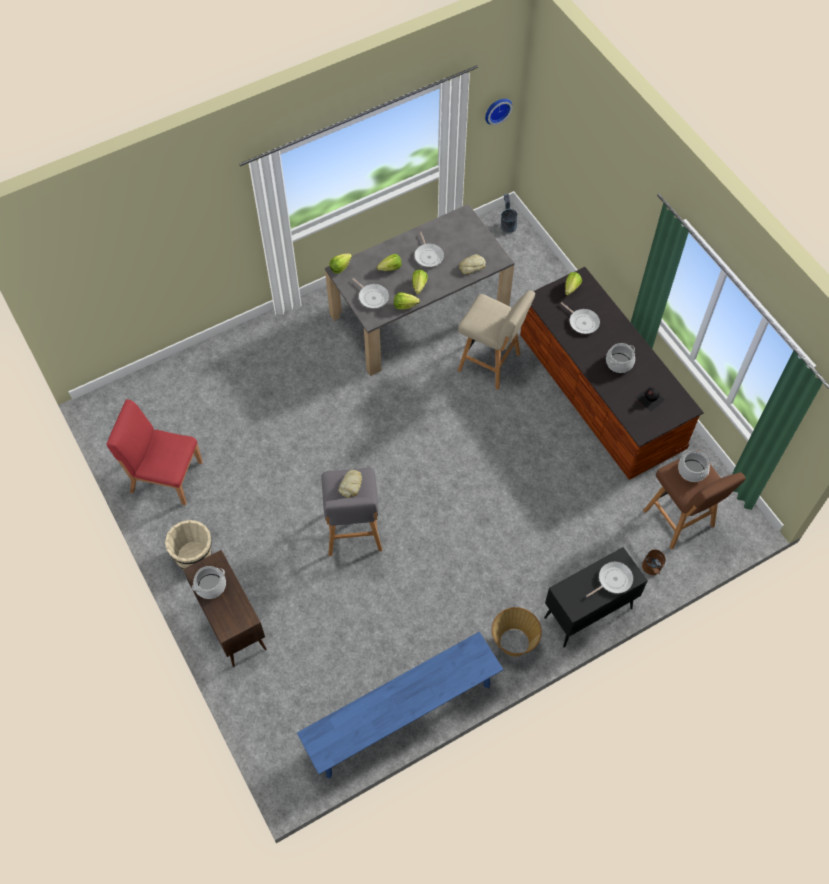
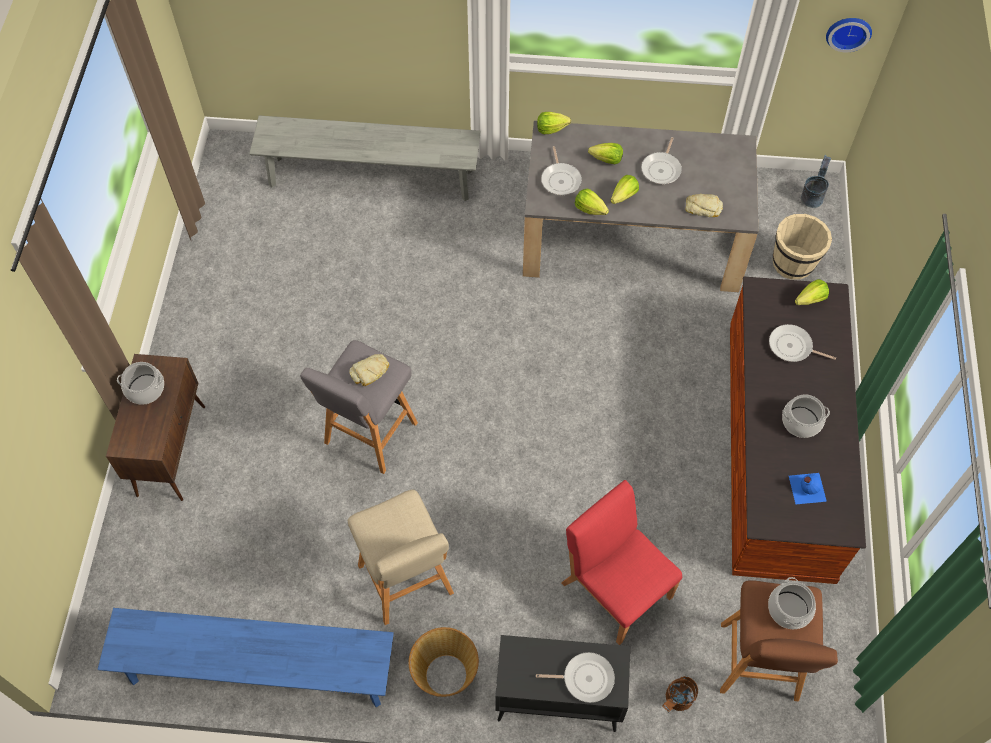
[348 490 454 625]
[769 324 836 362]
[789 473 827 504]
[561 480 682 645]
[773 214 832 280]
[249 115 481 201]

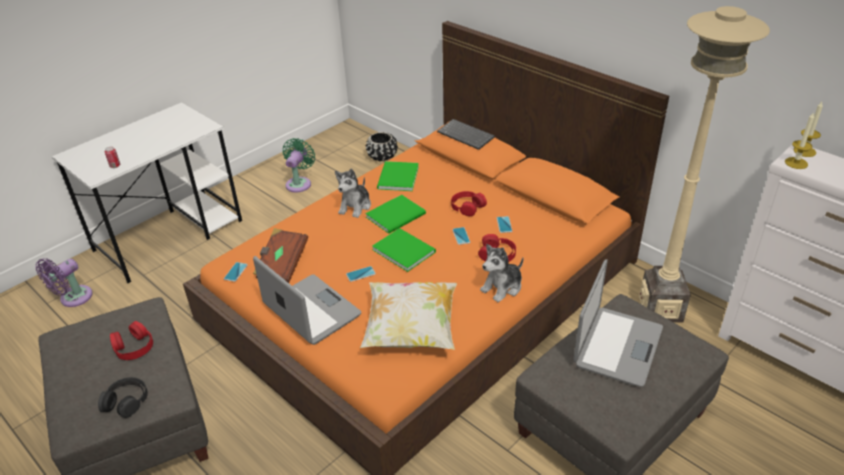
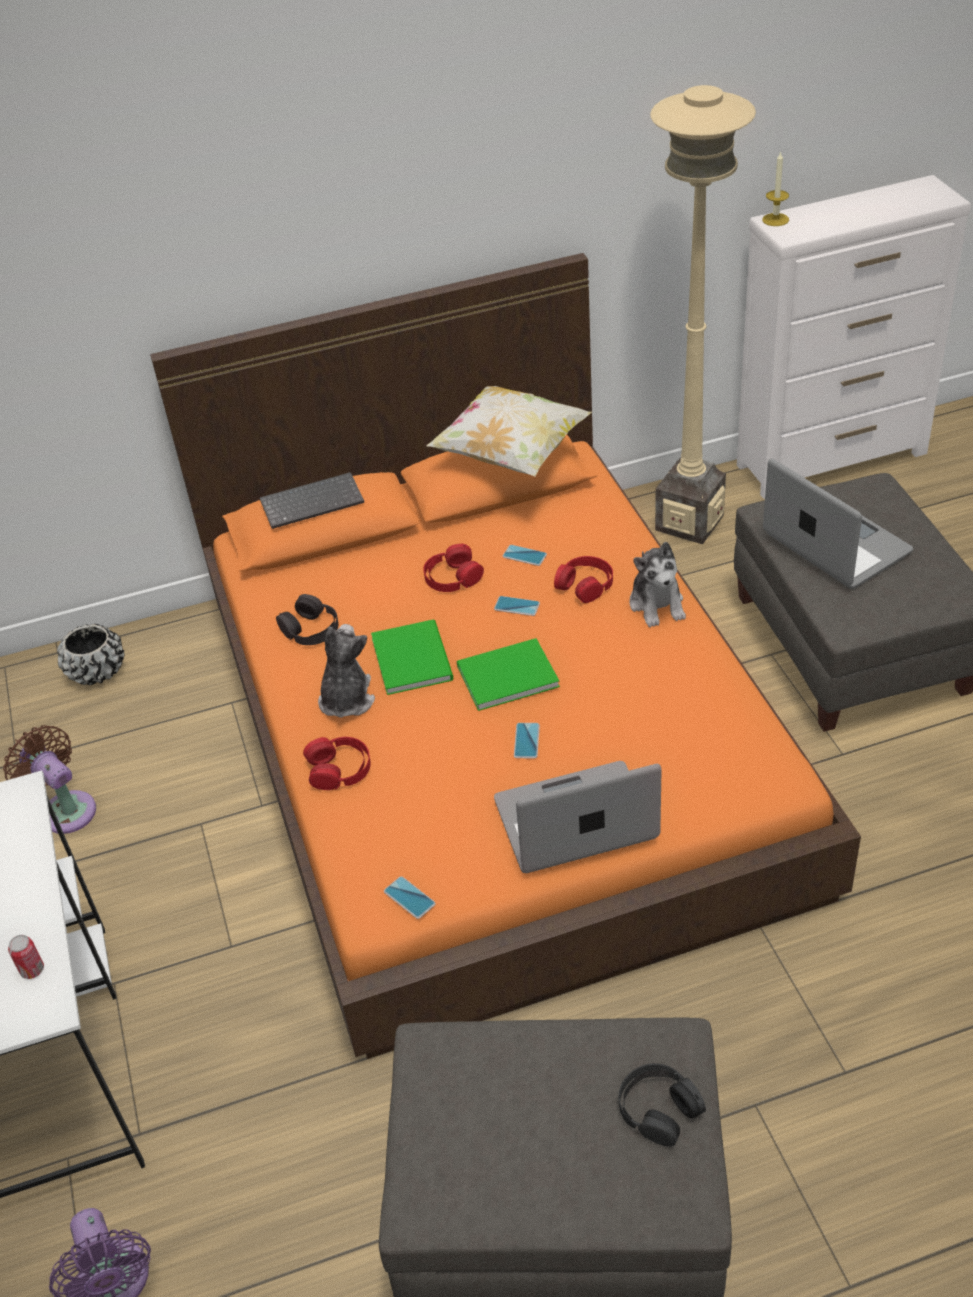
[785 112 814 169] (first image)
[3 725 96 834]
[276 594 338 645]
[318 624 375 718]
[253 228 308 283] (first image)
[426 386 592 476]
[303 737 371 790]

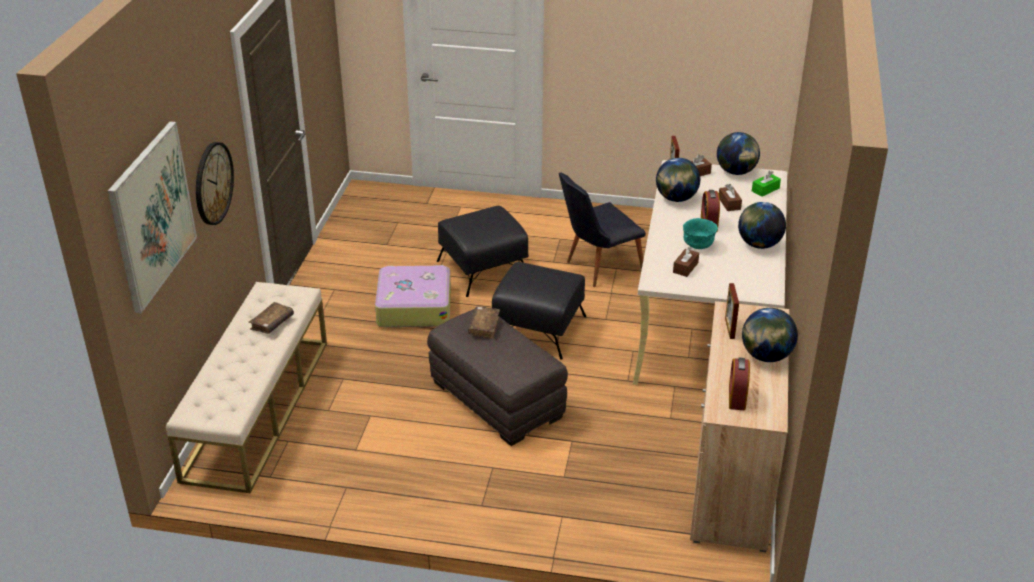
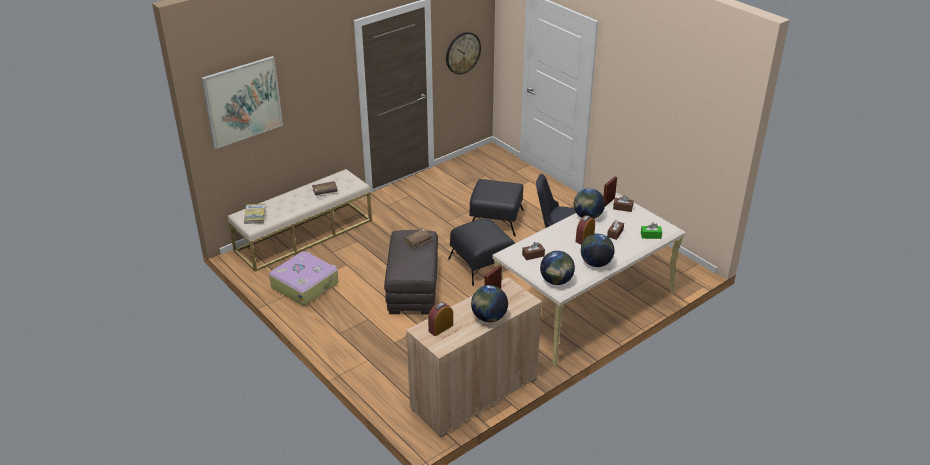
[540 251 575 285]
[446 32 481 74]
[683 218 718 249] (first image)
[269 251 339 305]
[244 203 266 224]

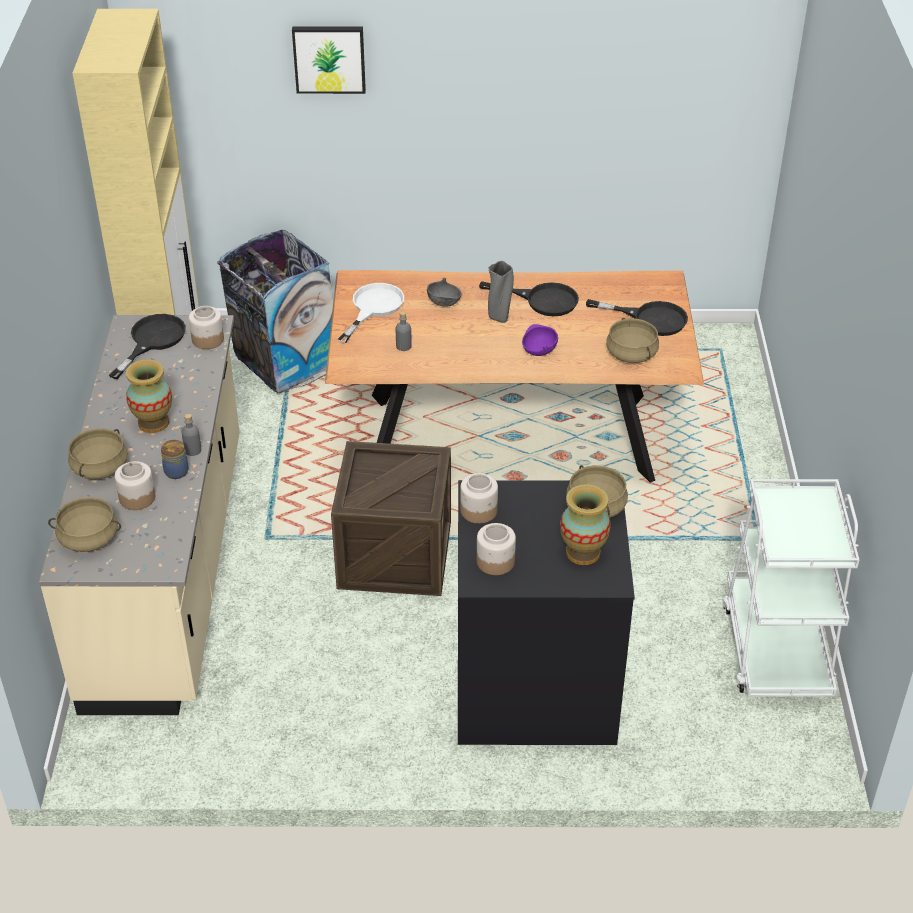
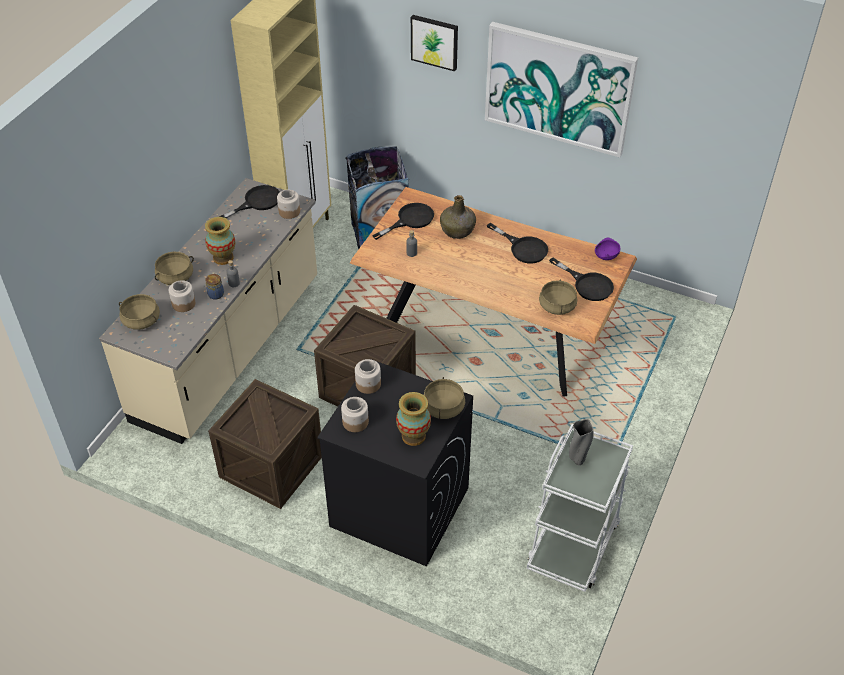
[569 419 594 465]
[440 195 476 239]
[372 203 434 240]
[595 238 620 260]
[485 22 638 157]
[208 379 322 509]

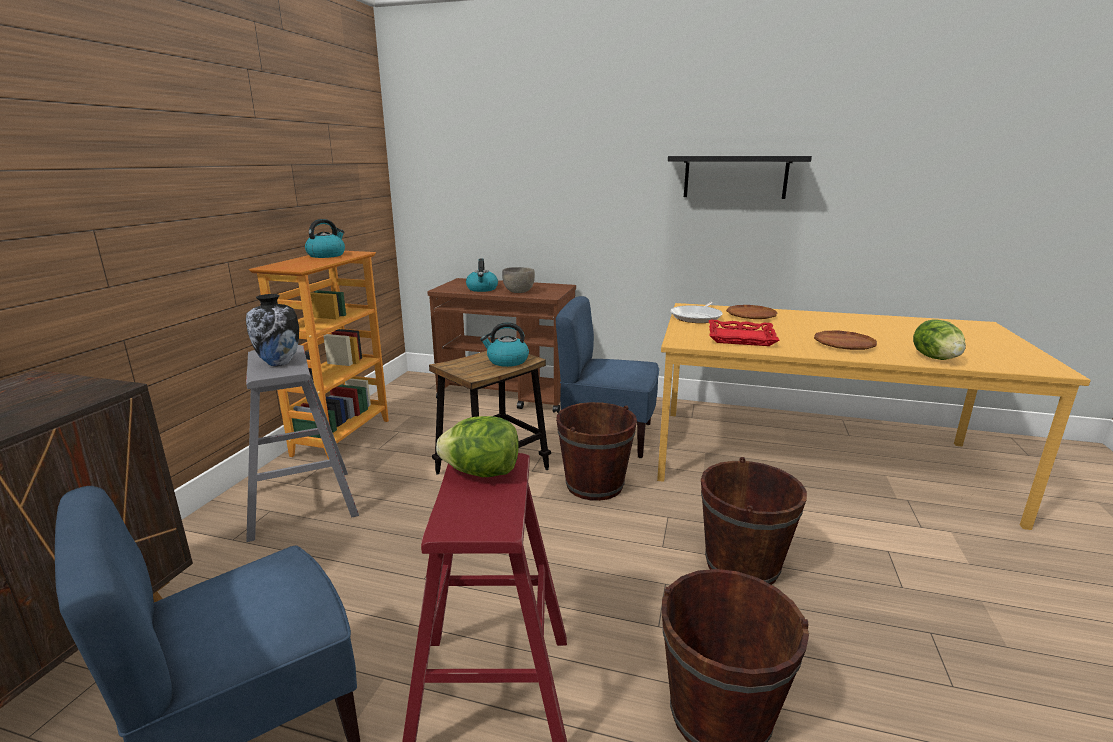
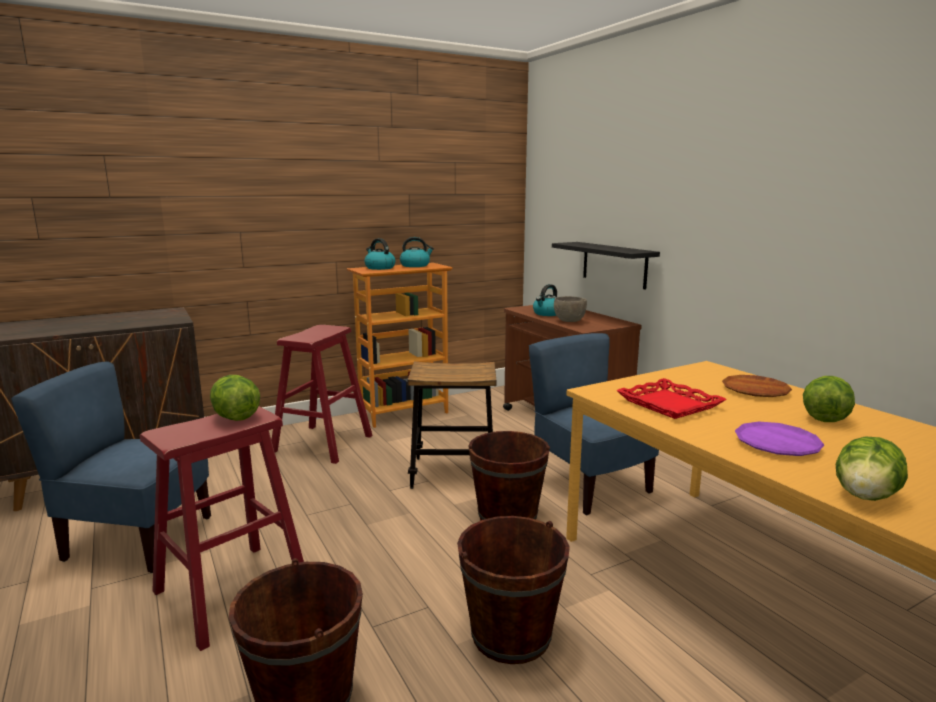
[552 242 660 290]
[246 294 299 366] (first image)
[670 302 723 323] (first image)
[364 238 395 270]
[735 421 824 456]
[271 325 373 464]
[803 376 855 422]

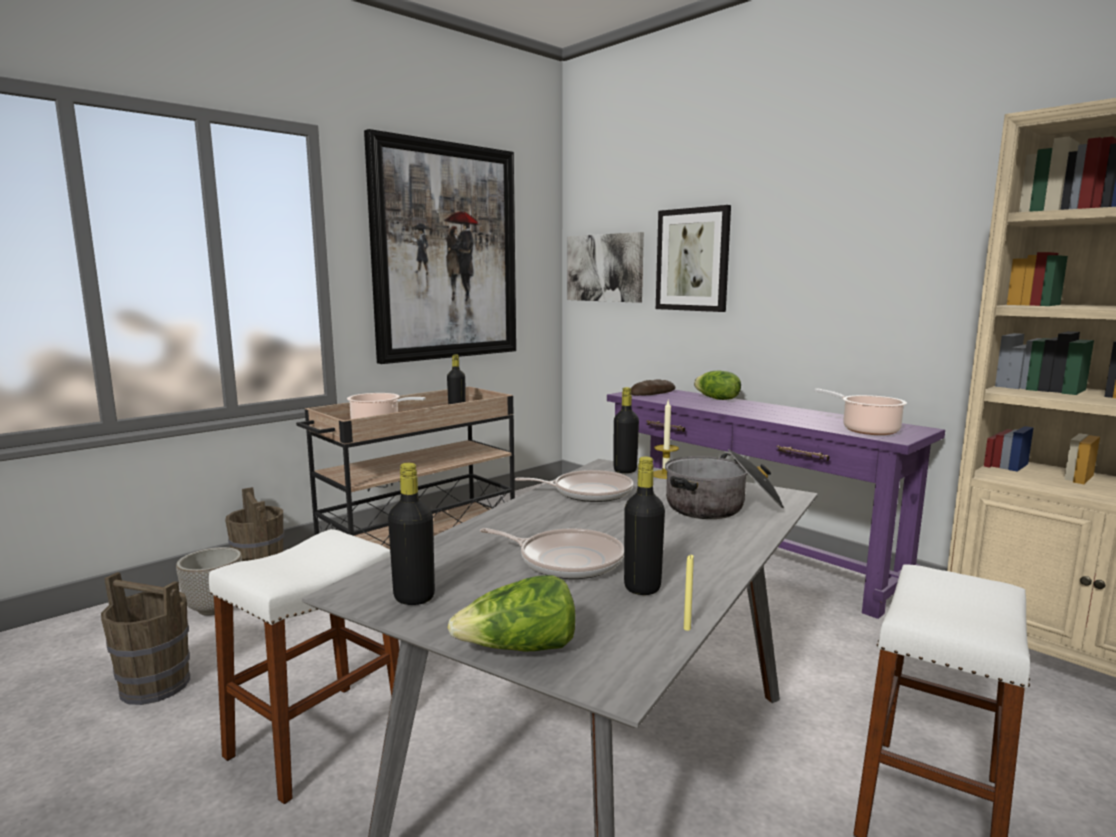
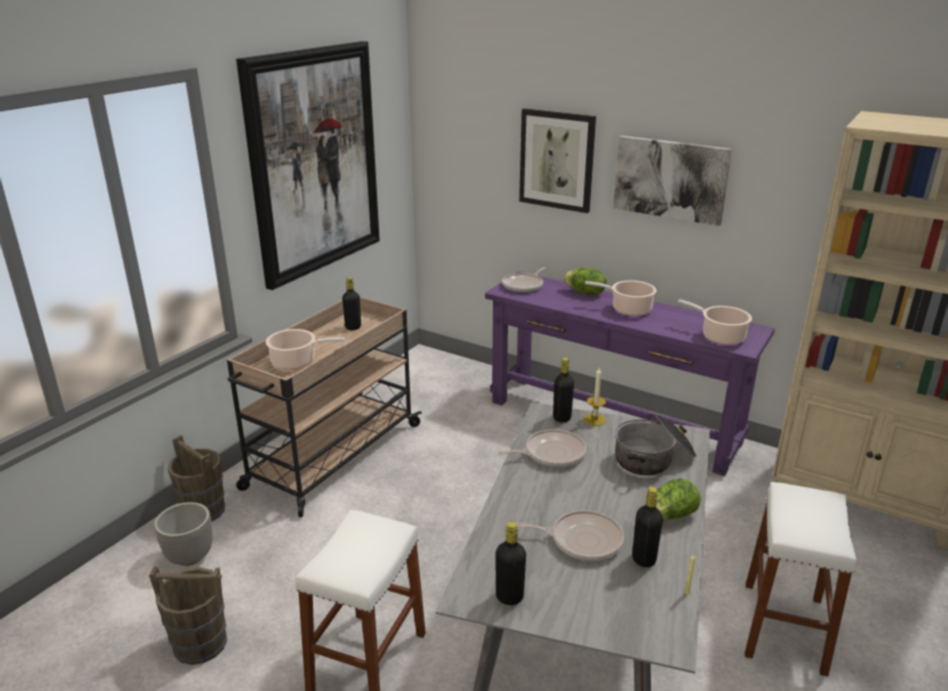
[613 136 732 226]
[502 267 546 293]
[656 478 701 520]
[585 280 657 316]

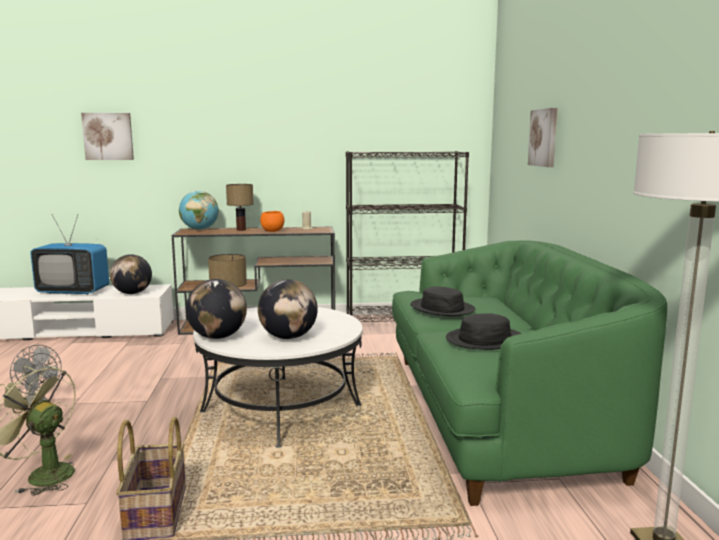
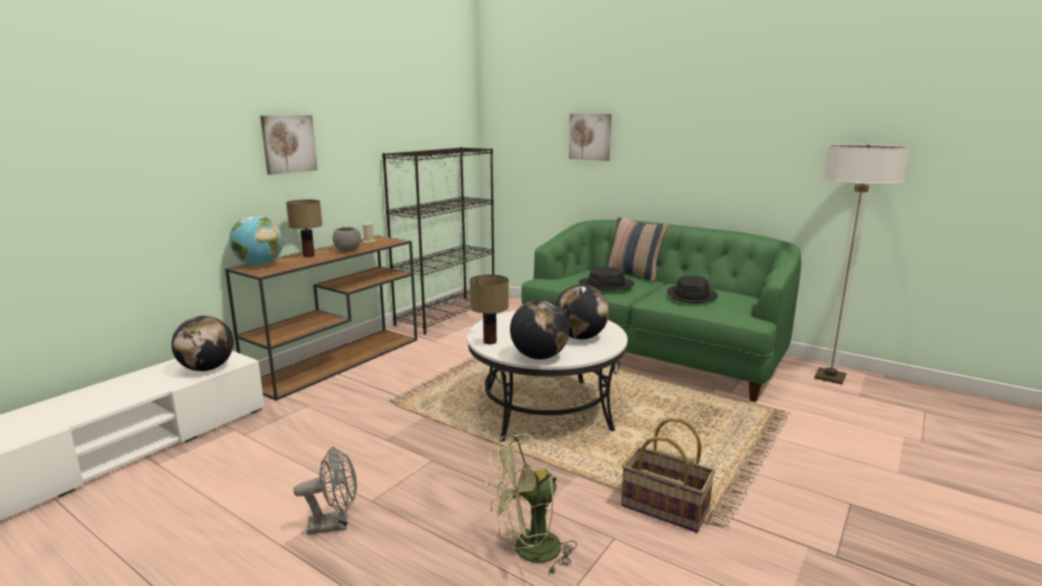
[260 115 318 175]
[332 227 361 252]
[30 214 109 295] (first image)
[606 217 669 282]

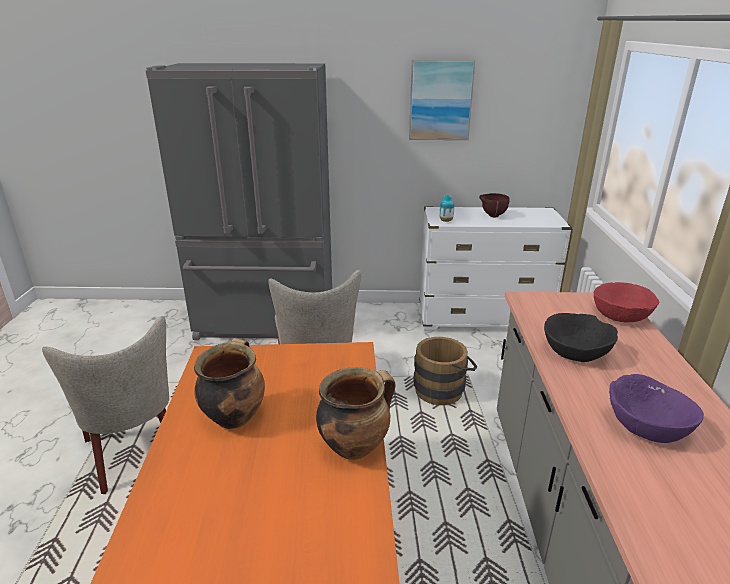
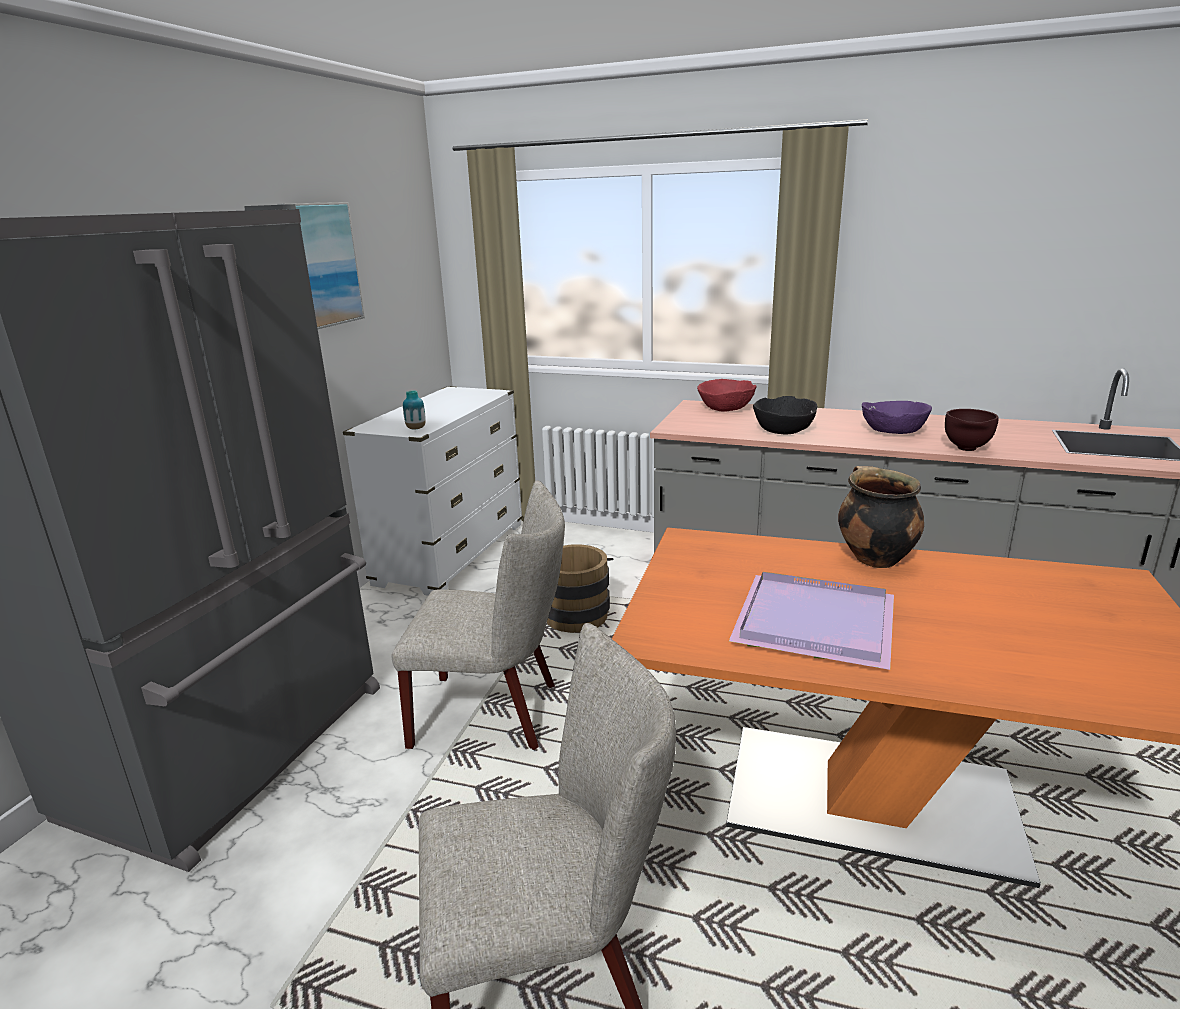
[945 409 999 451]
[729 572 894 670]

